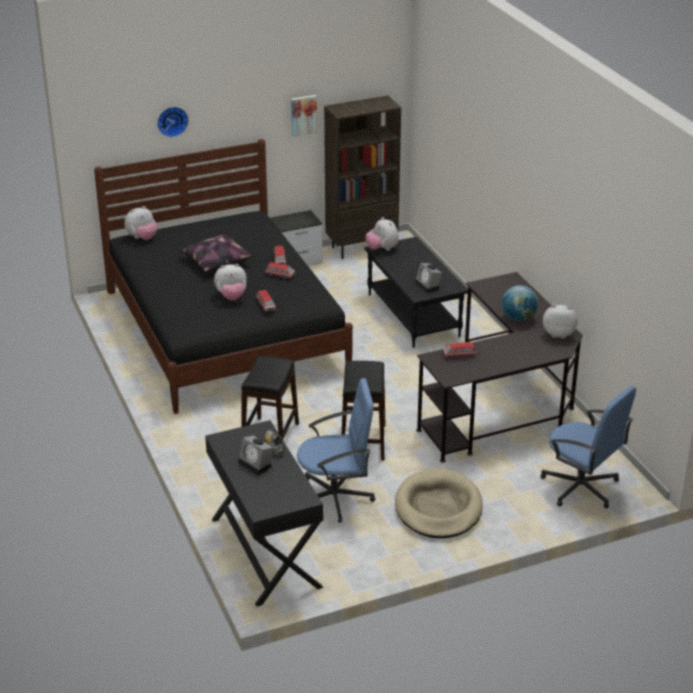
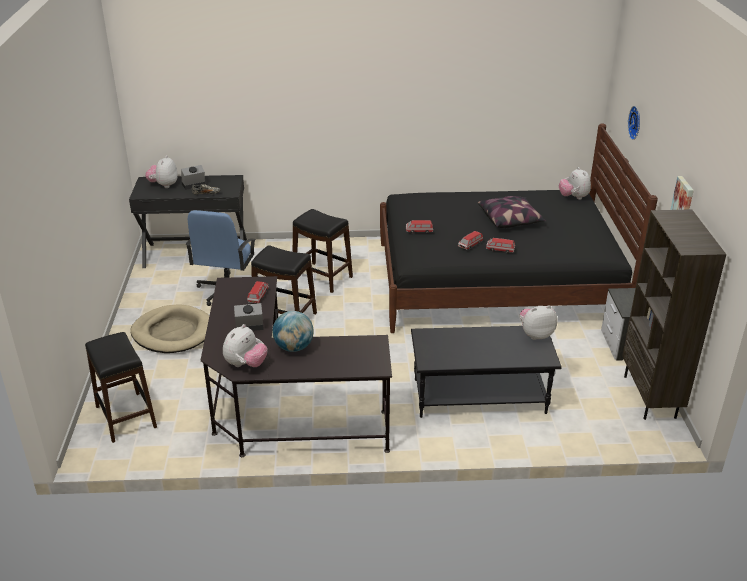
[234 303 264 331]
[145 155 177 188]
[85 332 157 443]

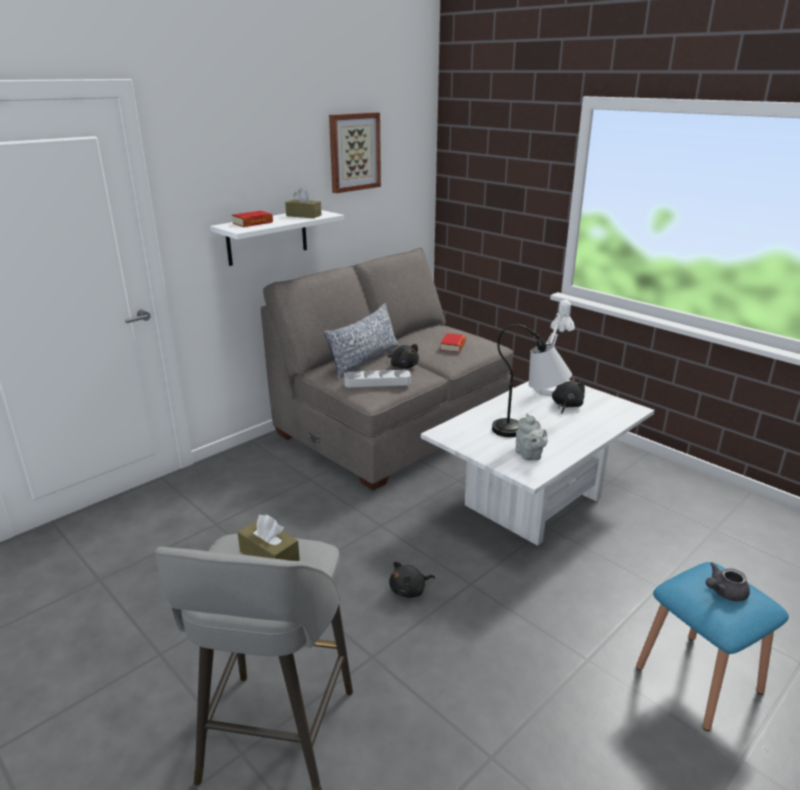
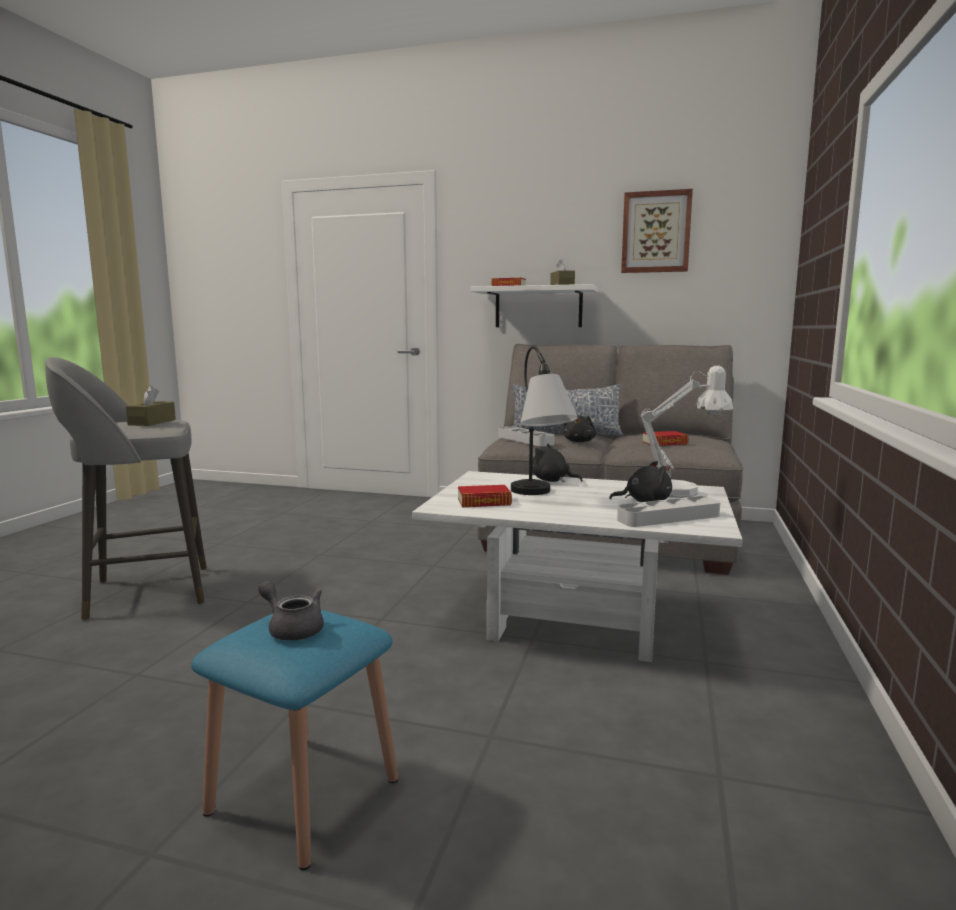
[458 485 512 507]
[532 444 583 483]
[617 496 720 527]

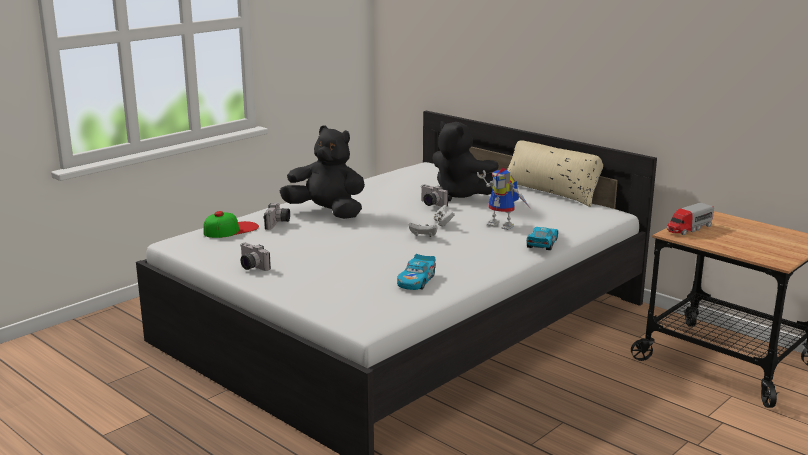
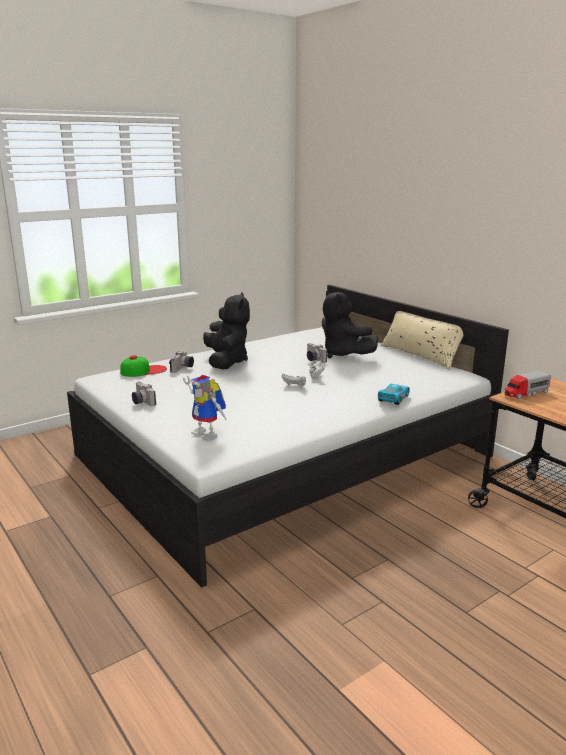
[203 292 250 369]
[183 375 227 441]
[397 254 436 290] (first image)

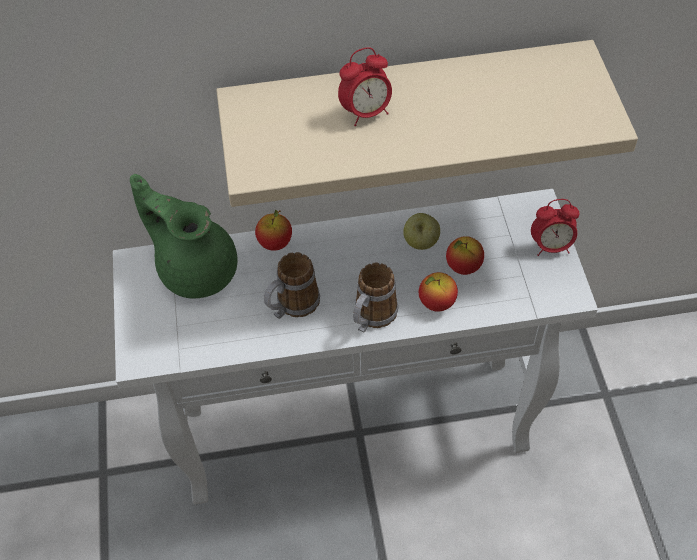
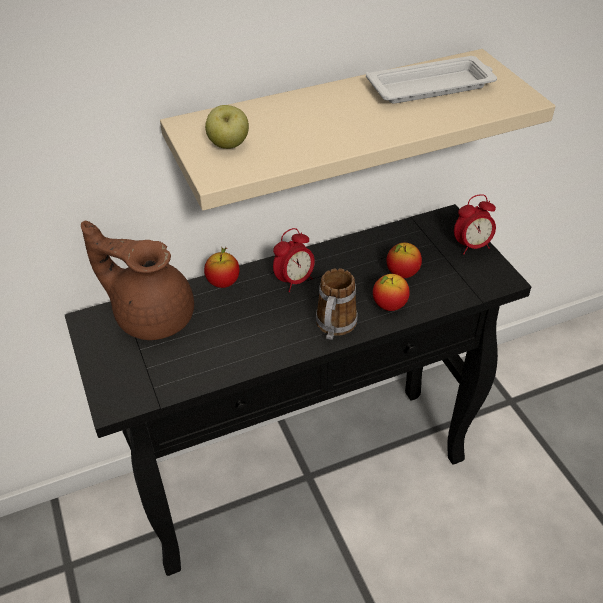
[273 228 315 292]
[81 221 194 340]
[65 204 531 576]
[205 105 249 149]
[264 252 320 319] (first image)
[366 56 497 104]

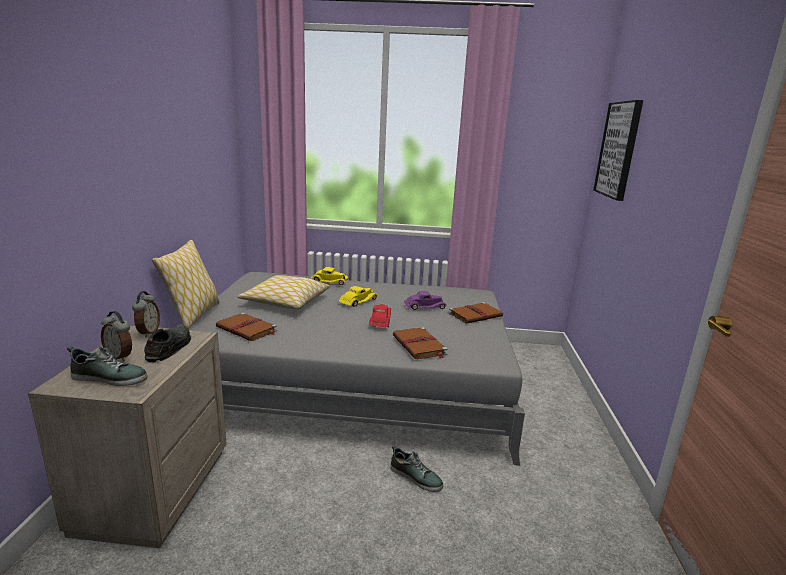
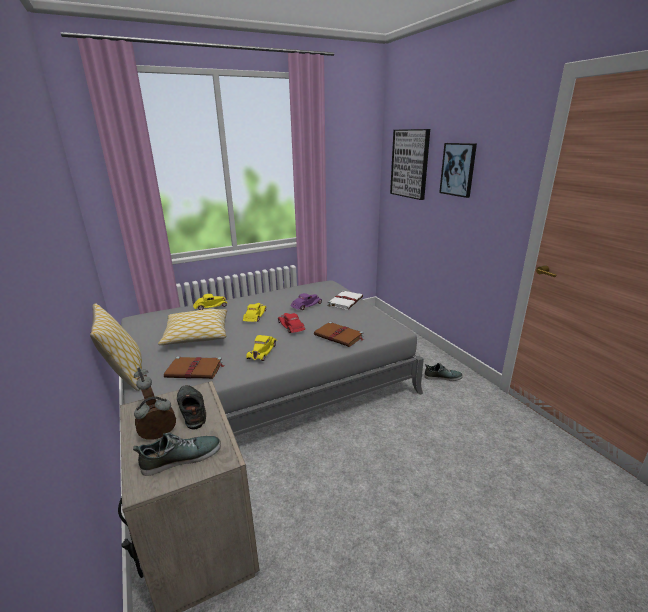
[327 290 363 310]
[134 396 176 440]
[424 363 463 381]
[439 143 477 198]
[246 335 277 361]

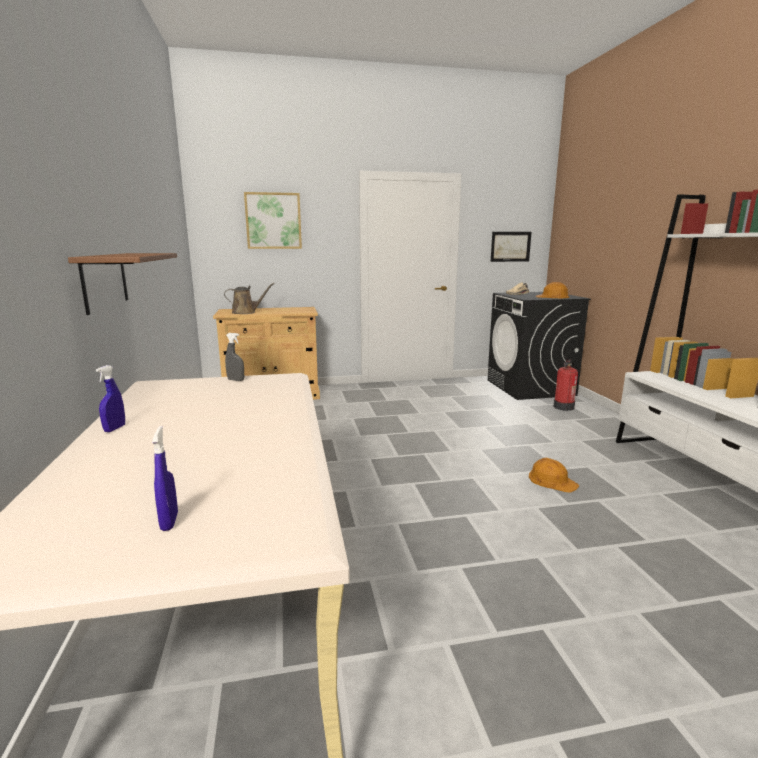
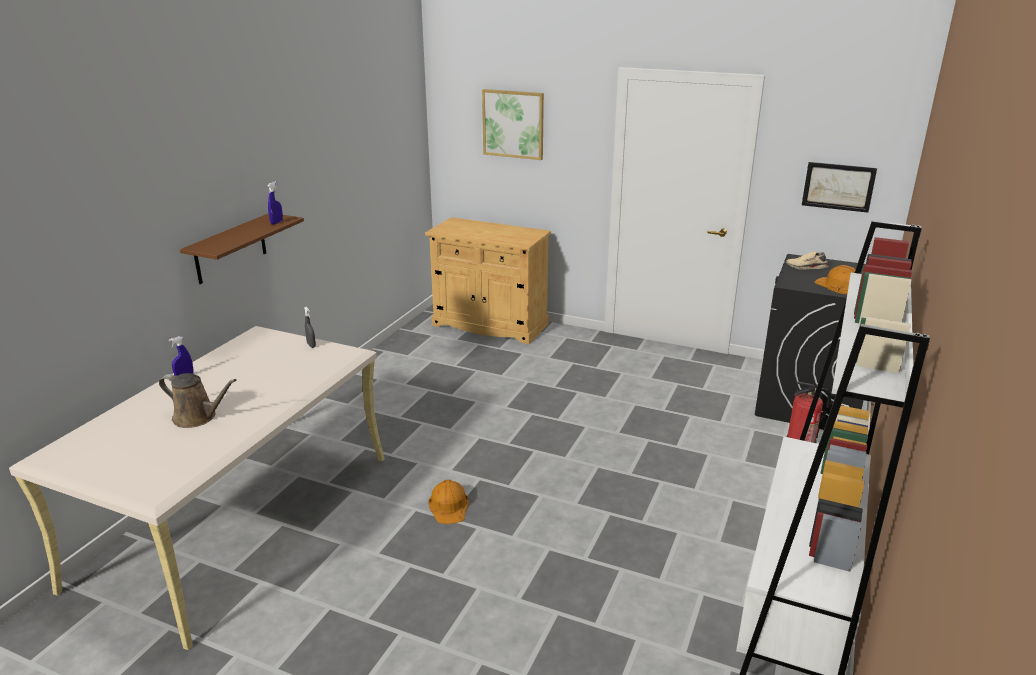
[159 373 237 428]
[268 181 283 225]
[428 480 469 524]

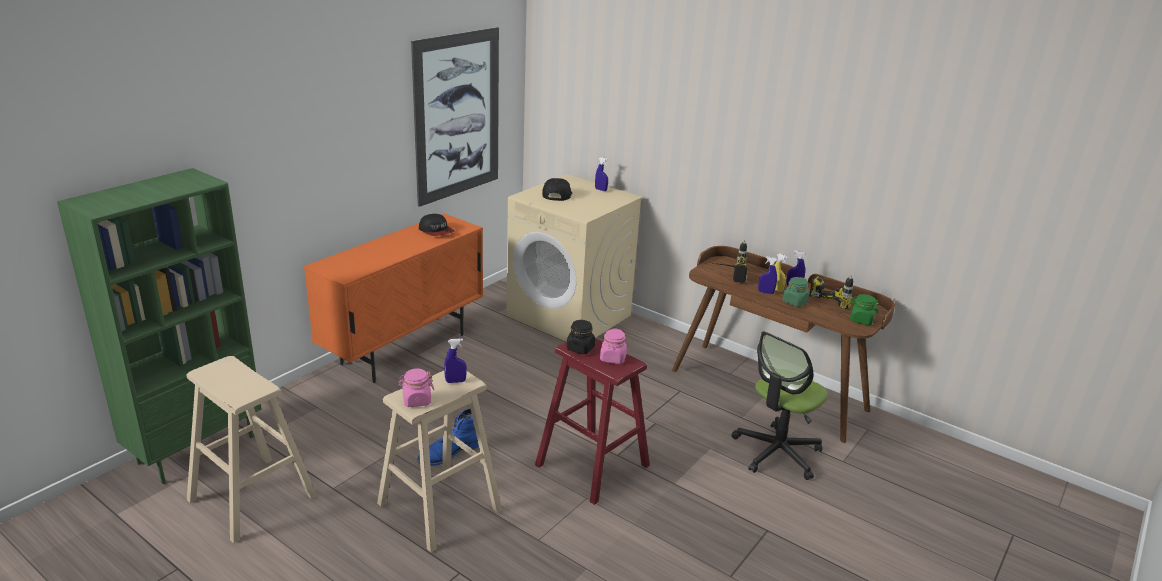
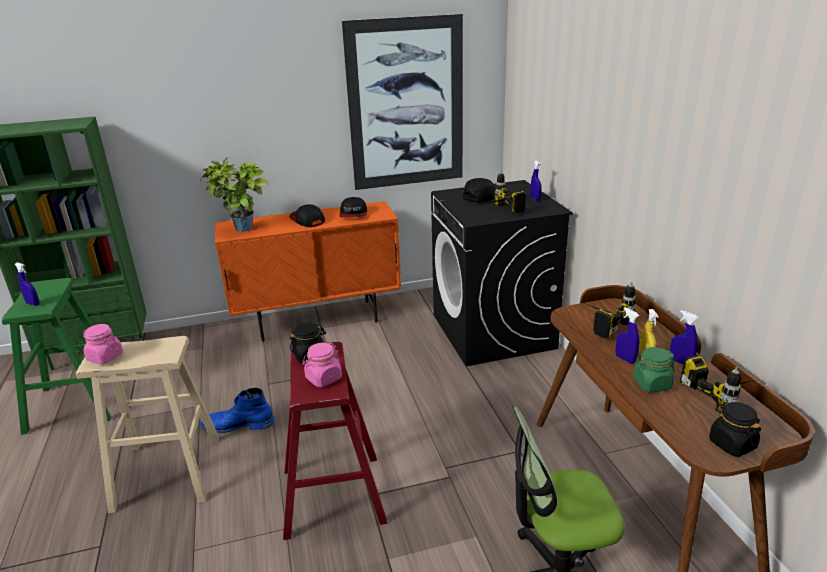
[431 180 573 366]
[709 402 761 457]
[15 262 40 306]
[2 278 111 435]
[200 158 268 232]
[479 170 526 214]
[289 204 325 227]

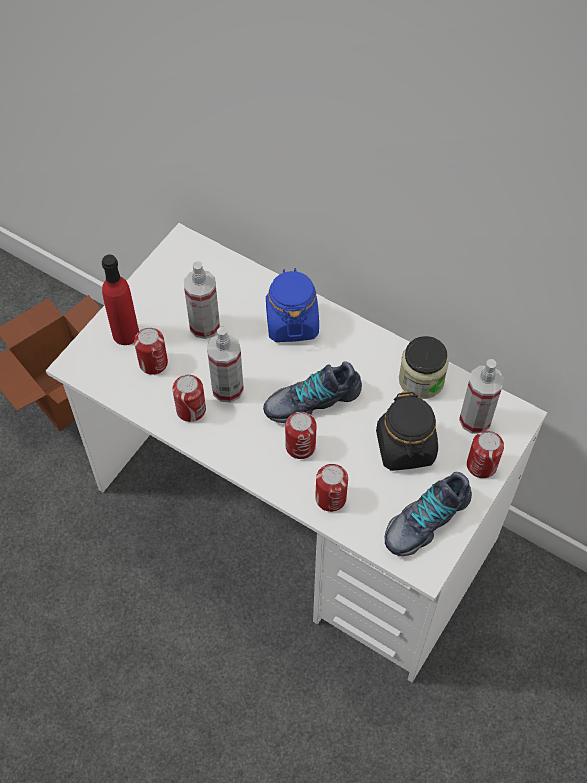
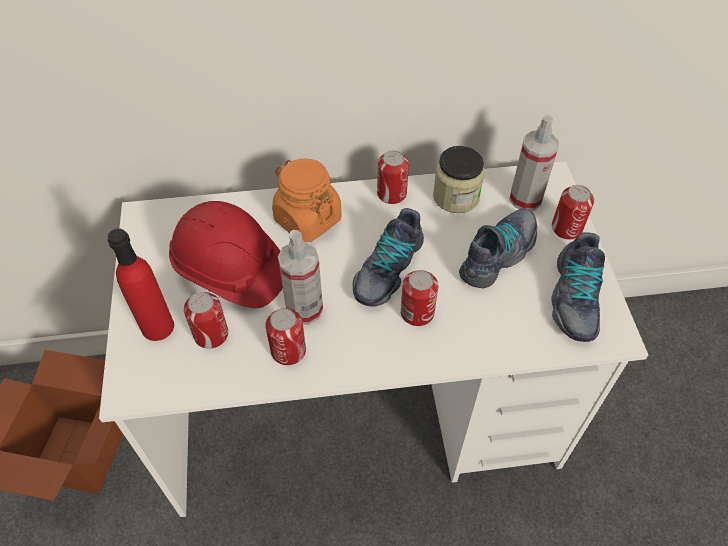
[169 201 283 308]
[272 158 341 242]
[459 208 537 288]
[377 150 409 204]

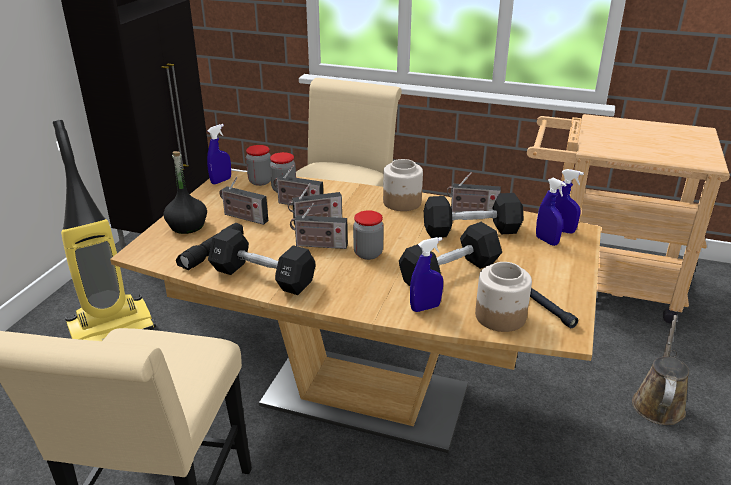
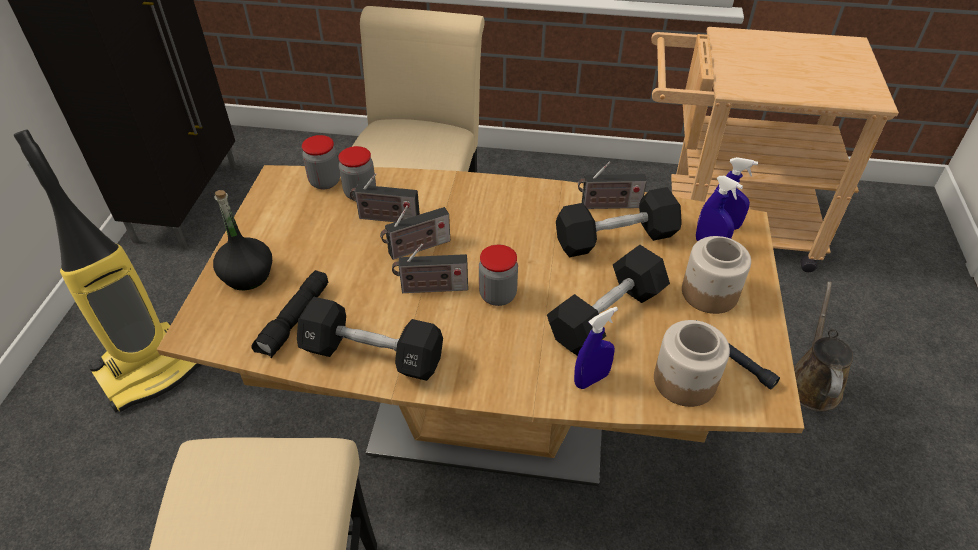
[207 124 231 184] (first image)
[682 236 751 314]
[219 177 268 225] (first image)

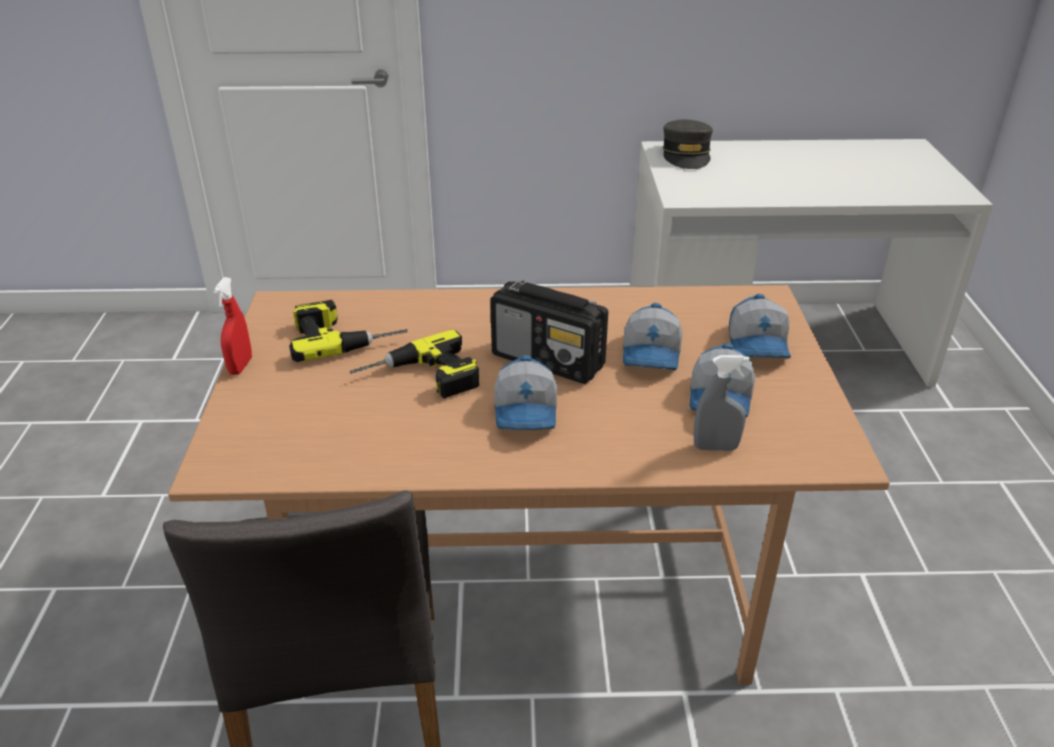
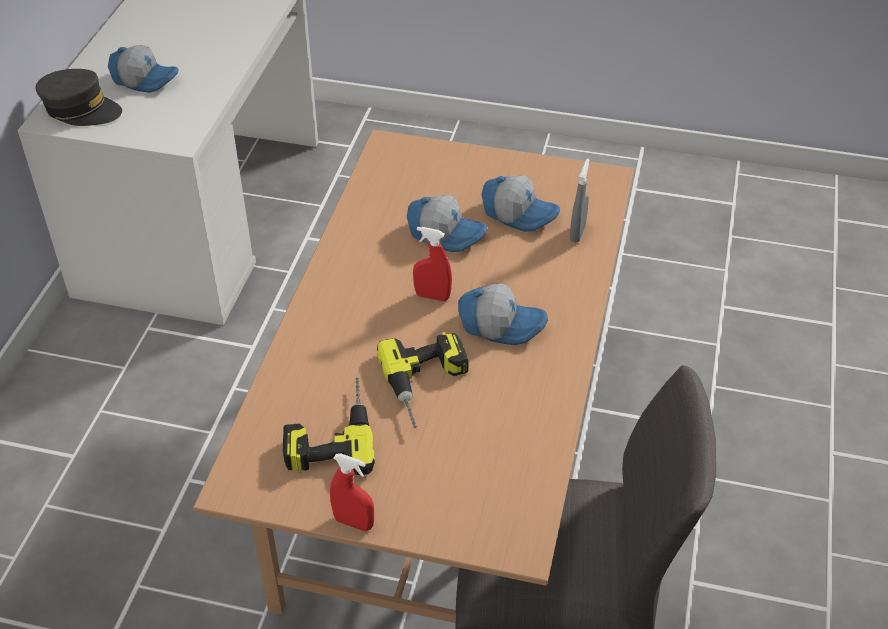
[413 227 452 301]
[108 45 179 93]

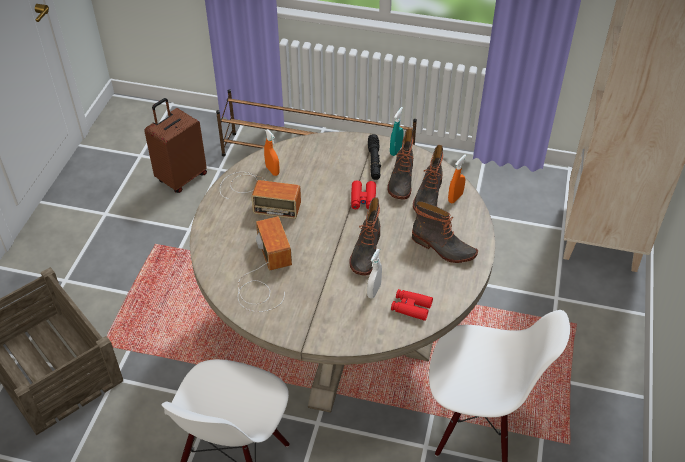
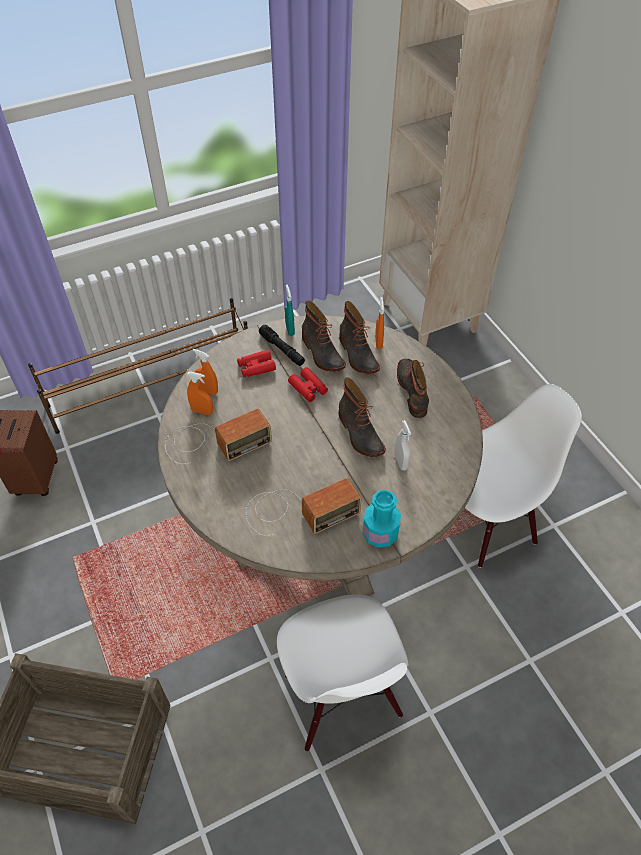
[397 359 429 418]
[246 478 362 536]
[237 350 276 377]
[192 349 218 395]
[363 490 401 548]

